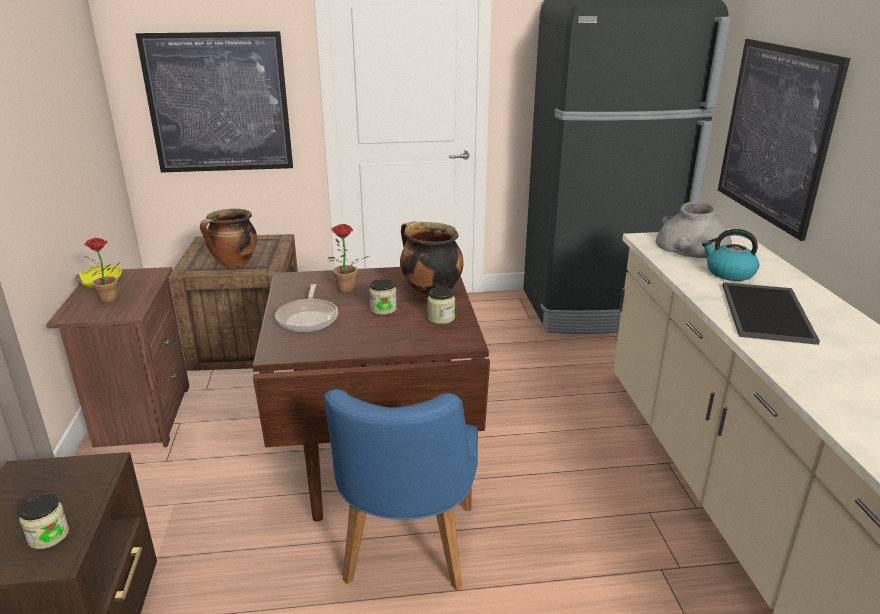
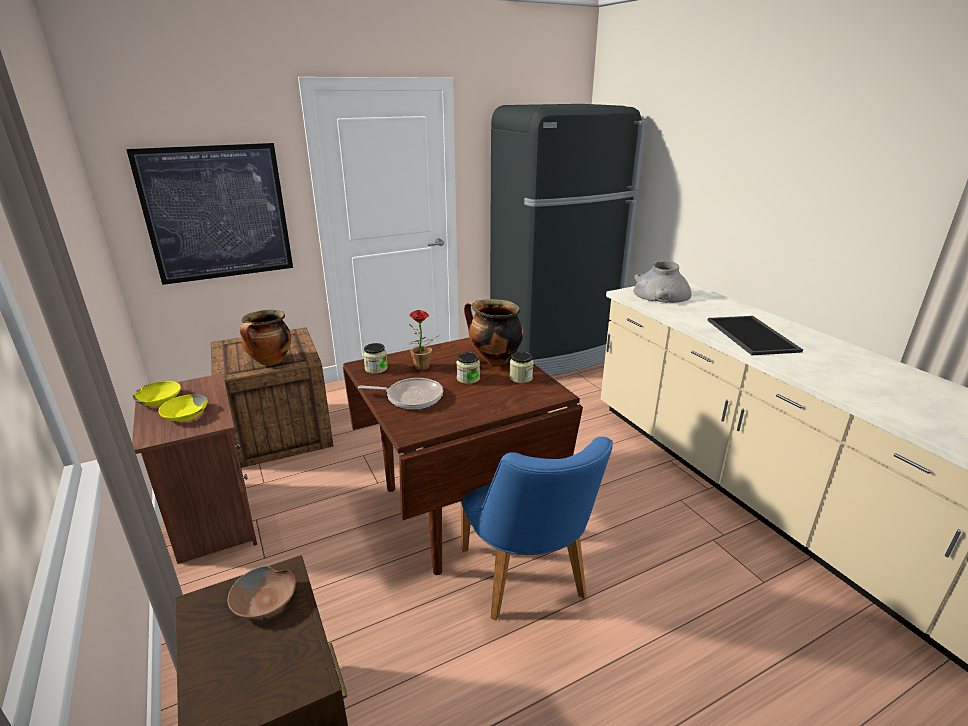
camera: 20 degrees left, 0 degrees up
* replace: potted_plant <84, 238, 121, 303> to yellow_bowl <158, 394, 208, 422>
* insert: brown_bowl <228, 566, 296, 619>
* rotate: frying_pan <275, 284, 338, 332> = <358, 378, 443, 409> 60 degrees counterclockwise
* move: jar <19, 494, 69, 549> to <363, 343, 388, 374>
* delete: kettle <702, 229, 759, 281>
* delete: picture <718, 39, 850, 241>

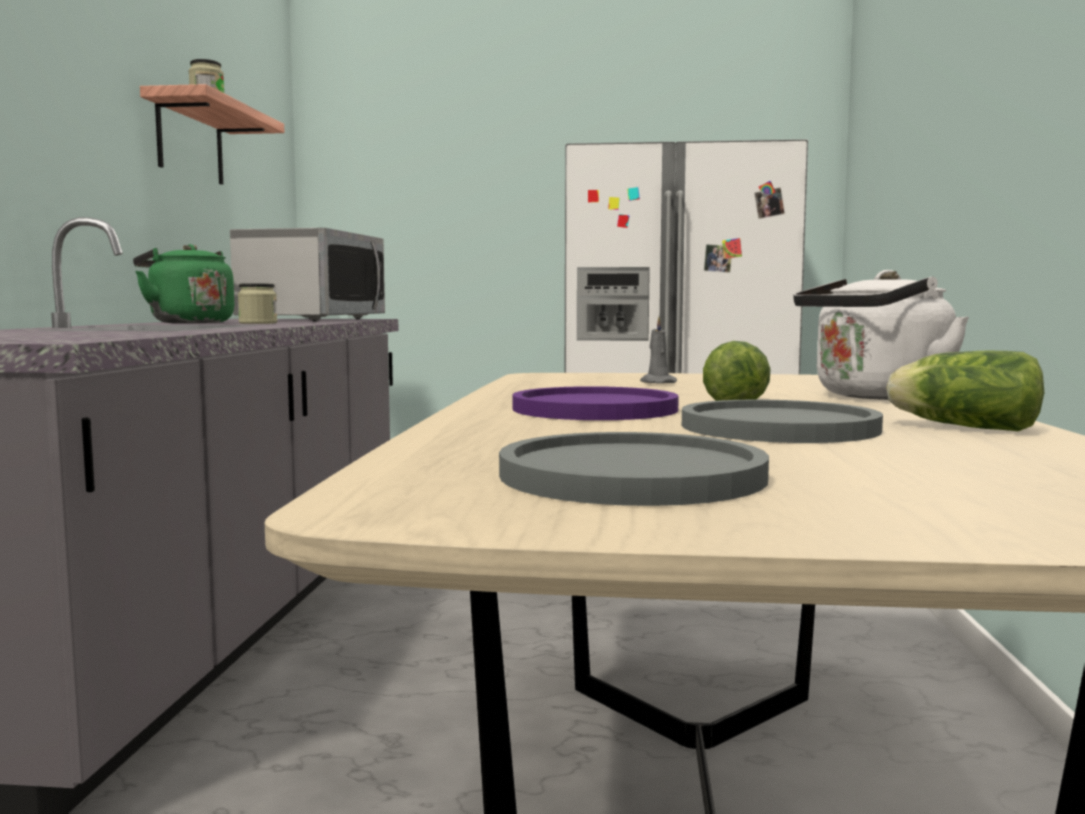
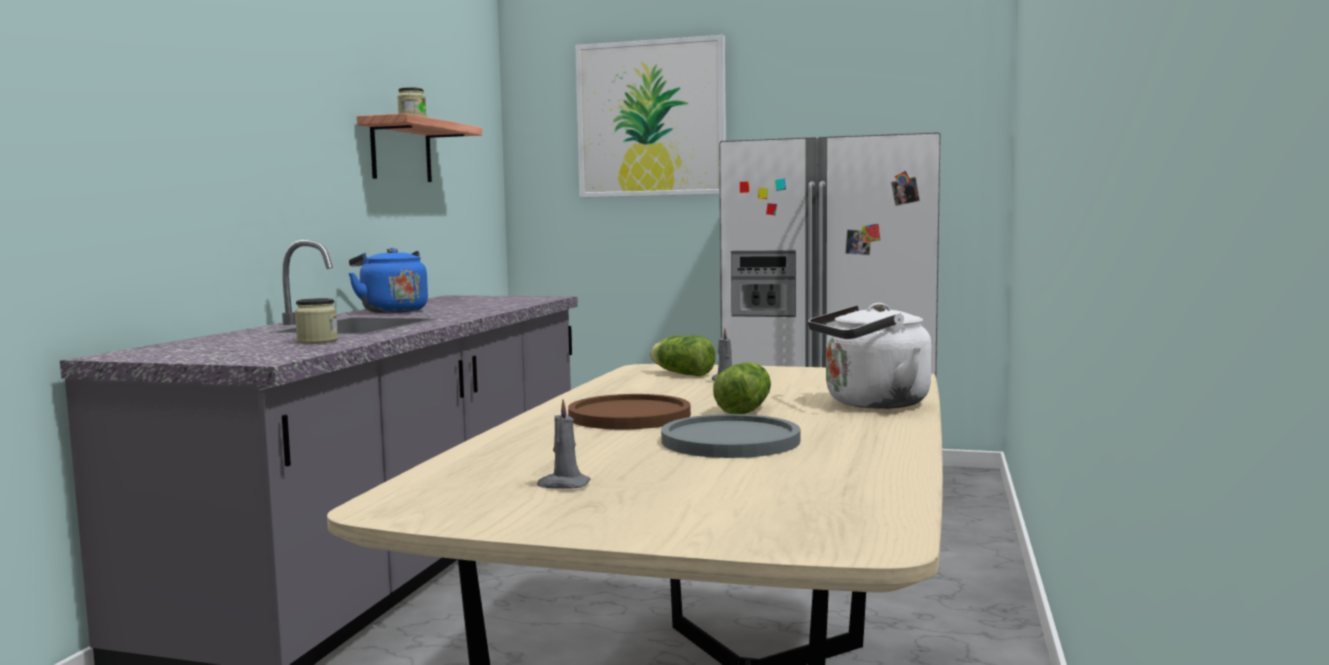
camera: 10 degrees right, 0 degrees up
* move: jar <238, 283, 277, 324> to <295, 298, 338, 344>
* recolor: green_kettle <133, 244, 234, 323> to blue_kettle <348, 248, 428, 313>
* replace: grey_plate <499, 432, 769, 506> to grey_candle <537, 399, 591, 489>
* recolor: purple_plate <512, 386, 679, 420> to brown_plate <568, 394, 691, 429>
* insert: picture <575, 35, 726, 197>
* move: lettuce <886, 350, 1044, 431> to <650, 336, 716, 376>
* delete: microwave <230, 228, 385, 322>

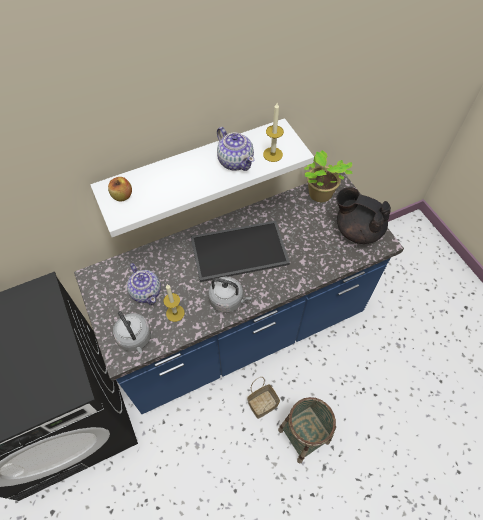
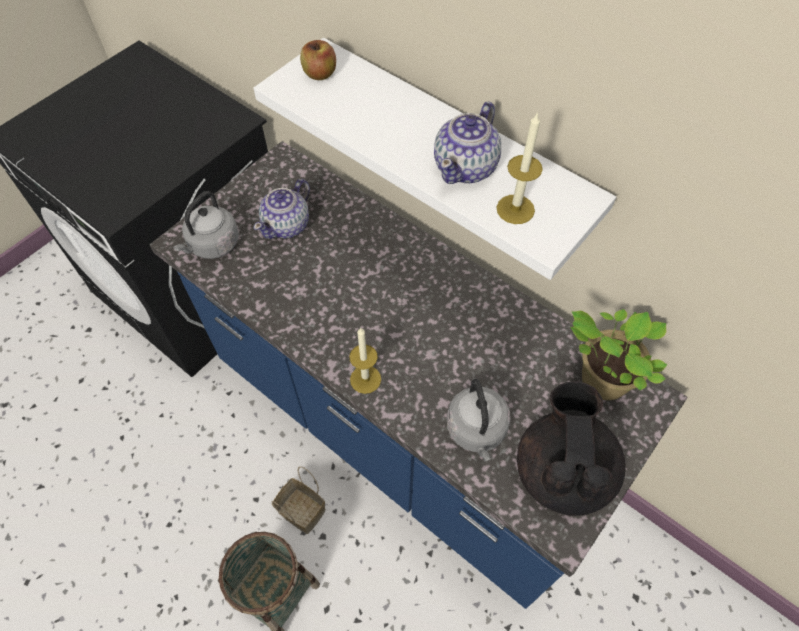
camera: 65 degrees right, 0 degrees up
* move: candle <164, 285, 185, 322> to <349, 328, 381, 394>
* move: grey_kettle <208, 276, 252, 313> to <447, 379, 511, 461>
* delete: tray <191, 221, 290, 282>

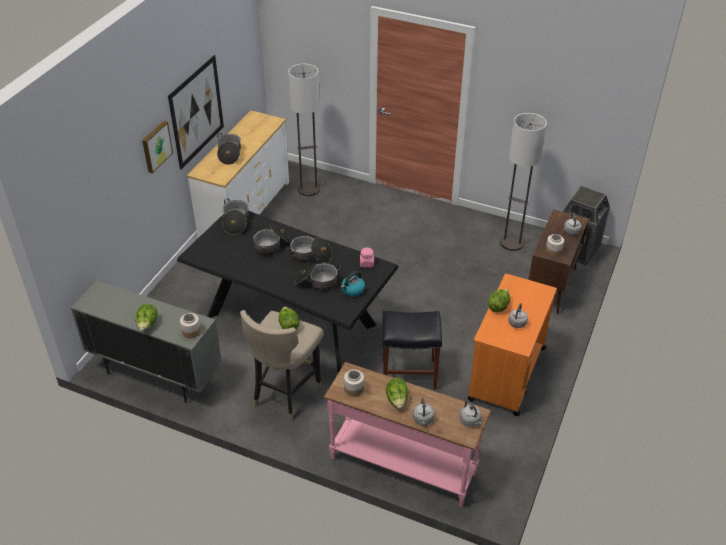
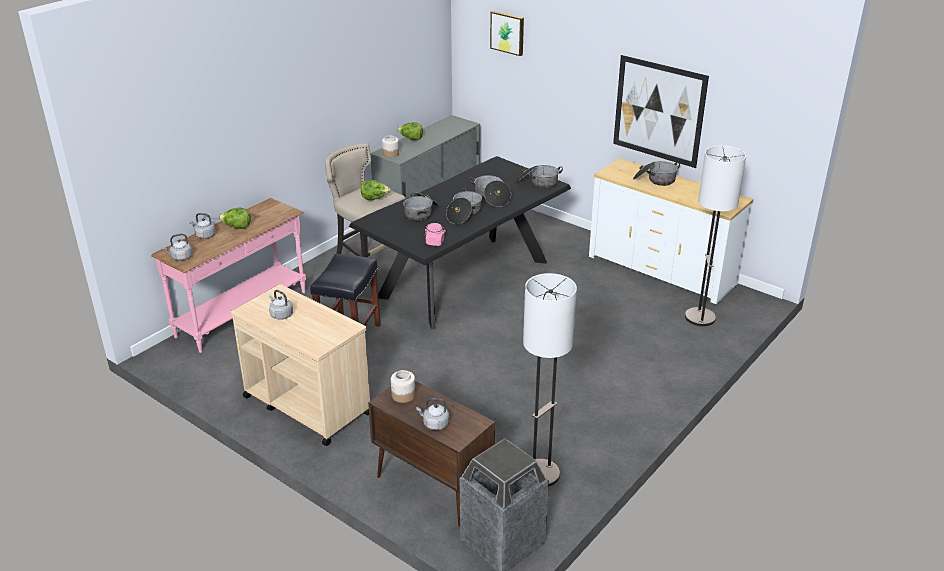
camera: 105 degrees right, 10 degrees down
* recolor: orange_cart <467, 274, 557, 416> to beige_cart <231, 284, 370, 446>
* move: picture <142, 121, 173, 173> to <490, 11, 524, 56>
* delete: kettle <341, 271, 365, 297>
* delete: jar <344, 369, 364, 397>
* delete: lettuce <488, 289, 510, 312>

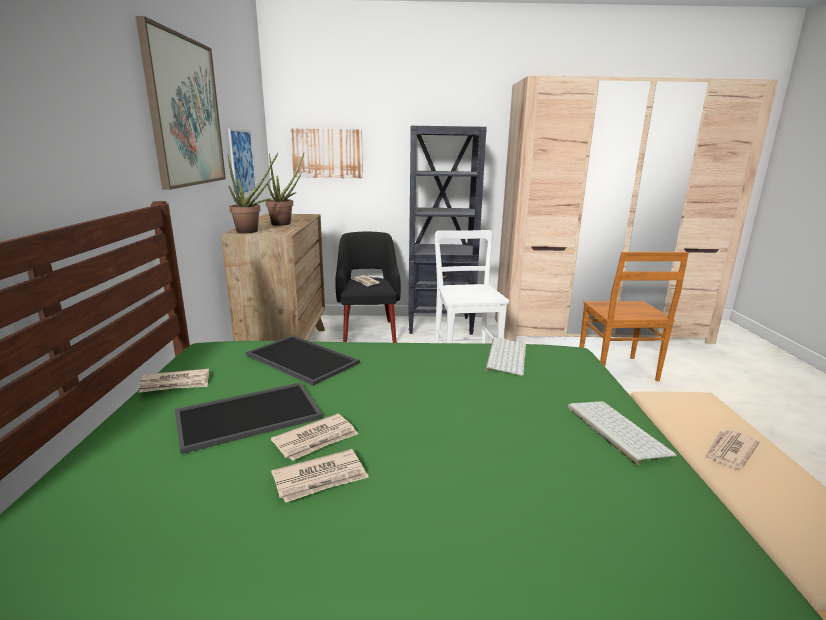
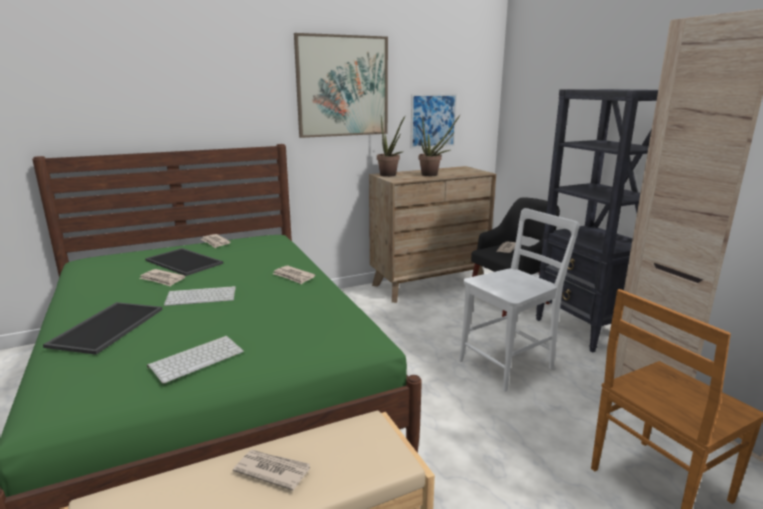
camera: 65 degrees right, 0 degrees up
* move: tray <246, 335, 360, 386> to <43, 302, 163, 355>
* move: keyboard <485, 337, 526, 376> to <164, 286, 236, 306>
* move: newspaper <271, 449, 369, 503> to <273, 265, 315, 284>
* delete: picture <290, 128, 363, 178>

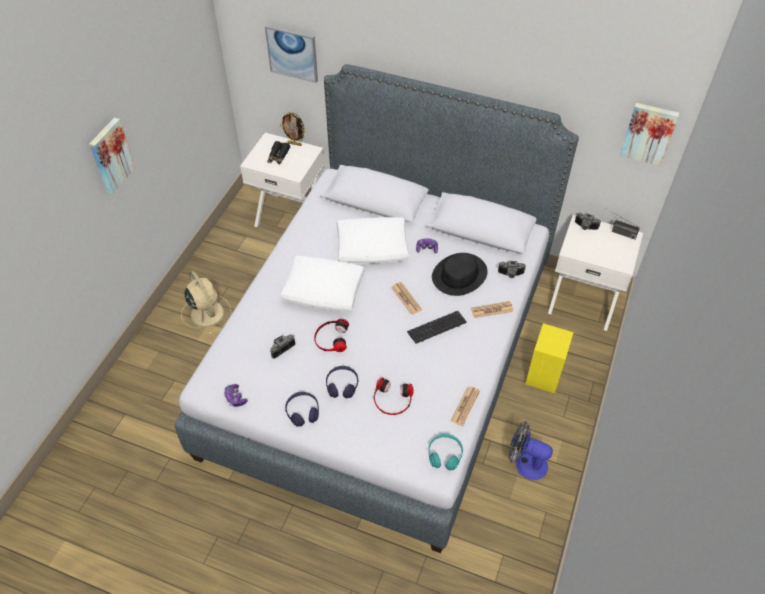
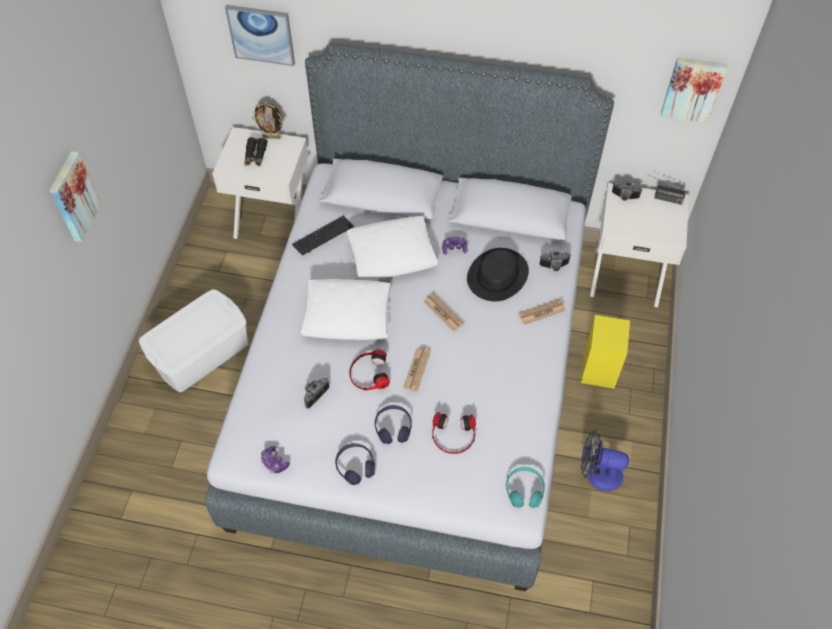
camera: 10 degrees left, 5 degrees up
* replace: beige_fan <181, 271, 232, 335> to white_storage_box <139, 289, 248, 393>
* move: keyboard <407, 311, 467, 343> to <292, 216, 353, 256>
* move: newspaper <451, 387, 480, 426> to <403, 348, 431, 391>

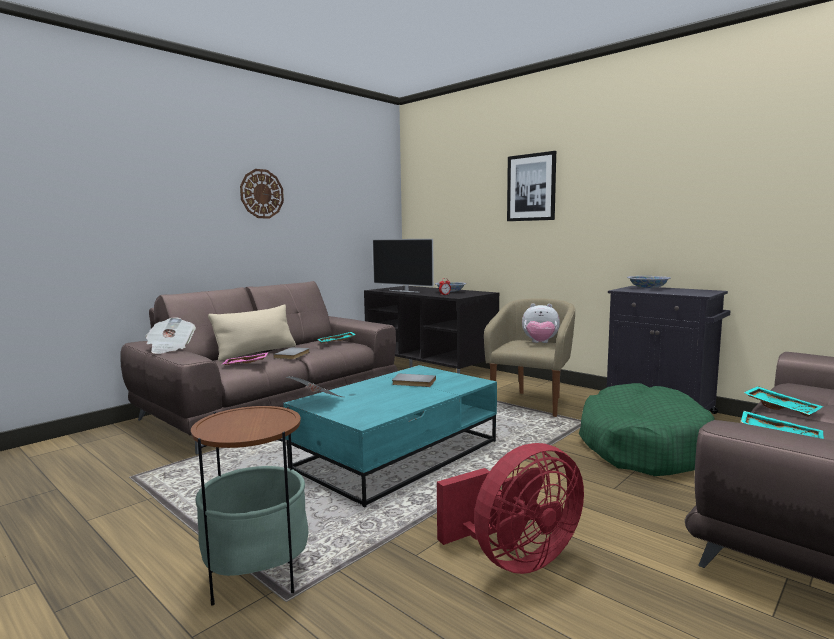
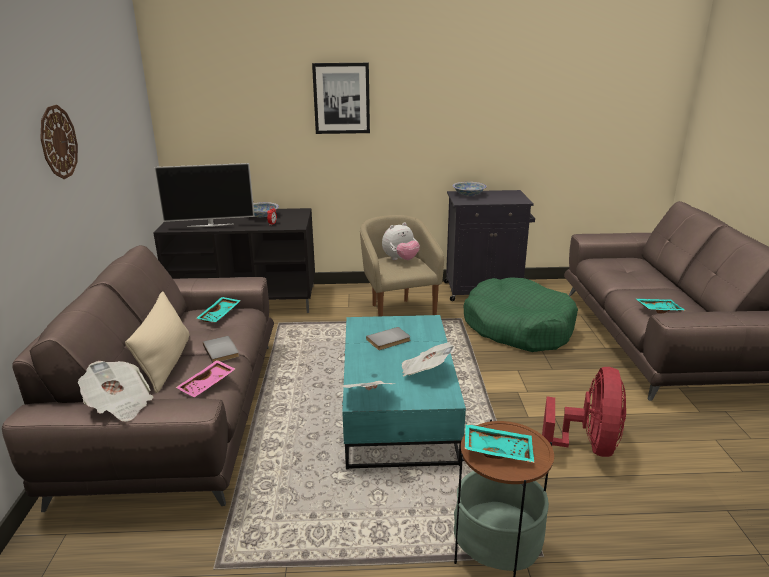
camera: 45 degrees left, 15 degrees up
* insert: newspaper <402, 342, 455, 376>
* move: turquoise_tray <743, 386, 823, 417> to <465, 424, 534, 463>

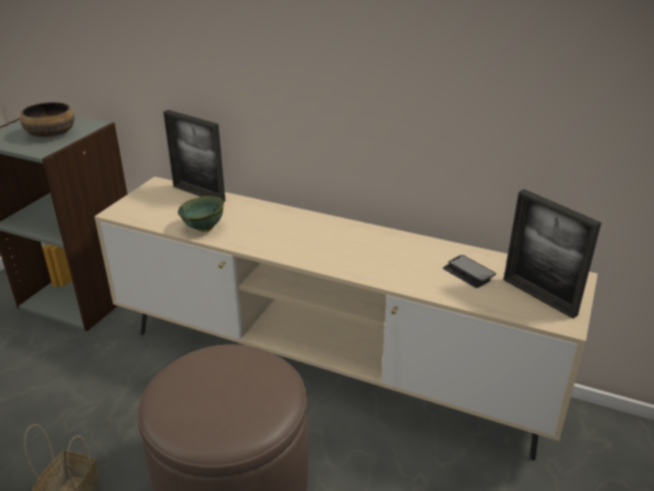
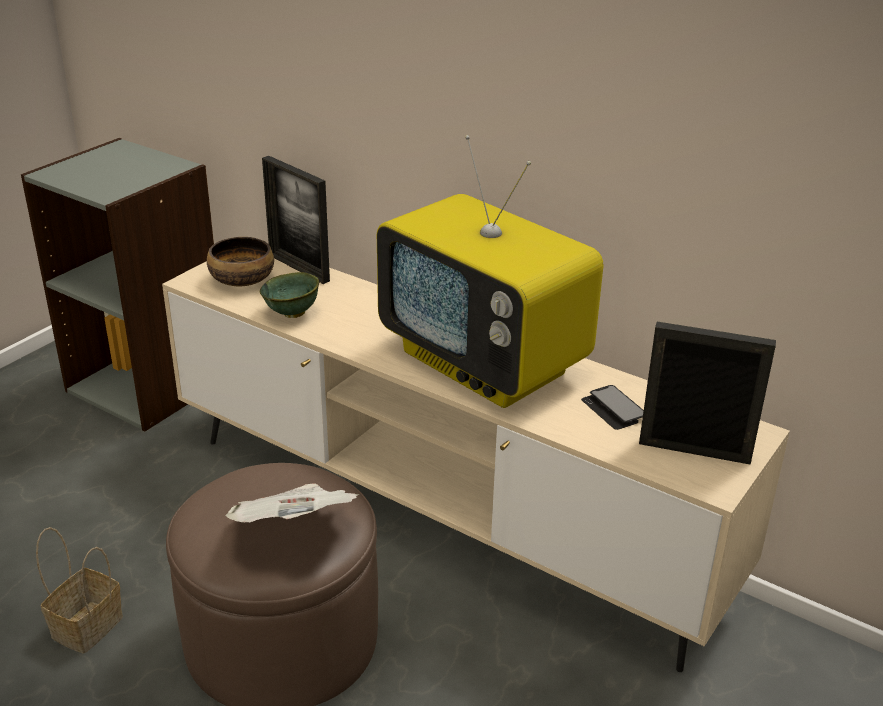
camera: 10 degrees right, 0 degrees up
* move: bowl <20, 102, 74, 138> to <207, 237, 274, 286>
* insert: newspaper <226, 483, 359, 522>
* insert: television <377, 135, 603, 408>
* rotate: picture_frame <503, 189, 602, 319> = <639, 322, 776, 465> 135 degrees clockwise

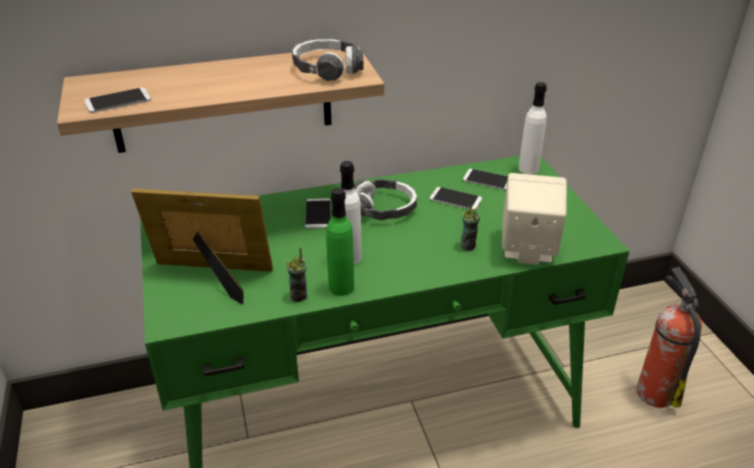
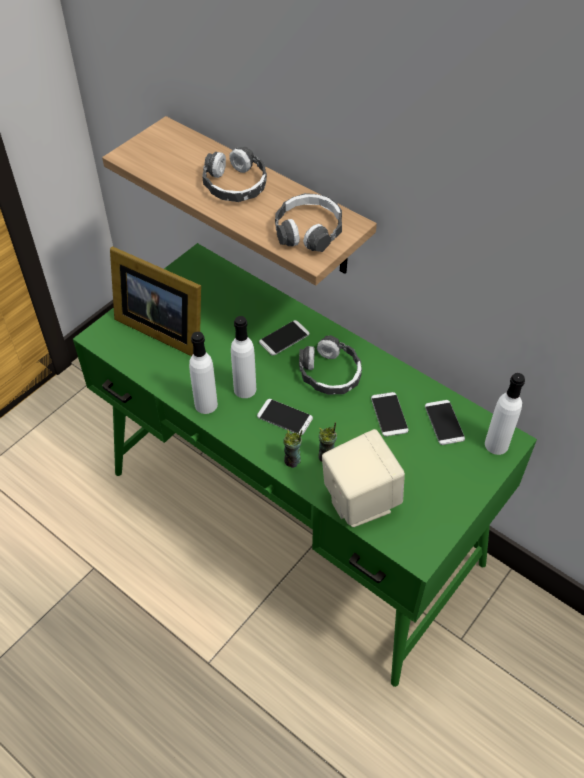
camera: 55 degrees right, 15 degrees up
* rotate: picture_frame <131, 188, 273, 304> = <110, 246, 201, 356> 150 degrees clockwise
* recolor: green_bottle <326, 188, 354, 296> to white_bottle <189, 332, 218, 414>
* insert: headphones <202, 147, 267, 202>
* move: phone <84, 88, 151, 113> to <257, 399, 313, 435>
* move: cup <285, 248, 307, 302> to <283, 430, 303, 468>
* delete: fire_extinguisher <636, 268, 702, 408>

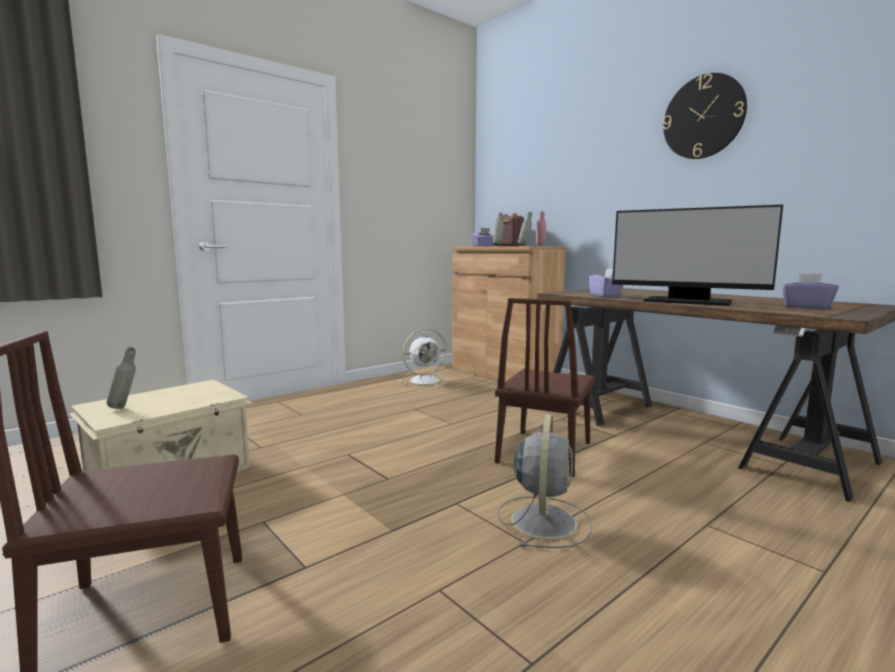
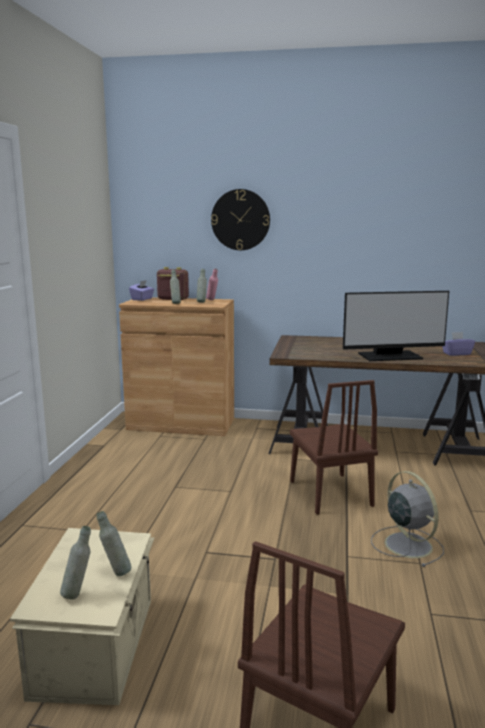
camera: 40 degrees left, 5 degrees up
* insert: grey_bottle <97, 511, 131, 576>
* move: wall_clock <663, 73, 747, 159> to <211, 189, 270, 250>
* delete: white_fan <399, 328, 449, 387>
* delete: purple_tissue_box <588, 269, 624, 297>

